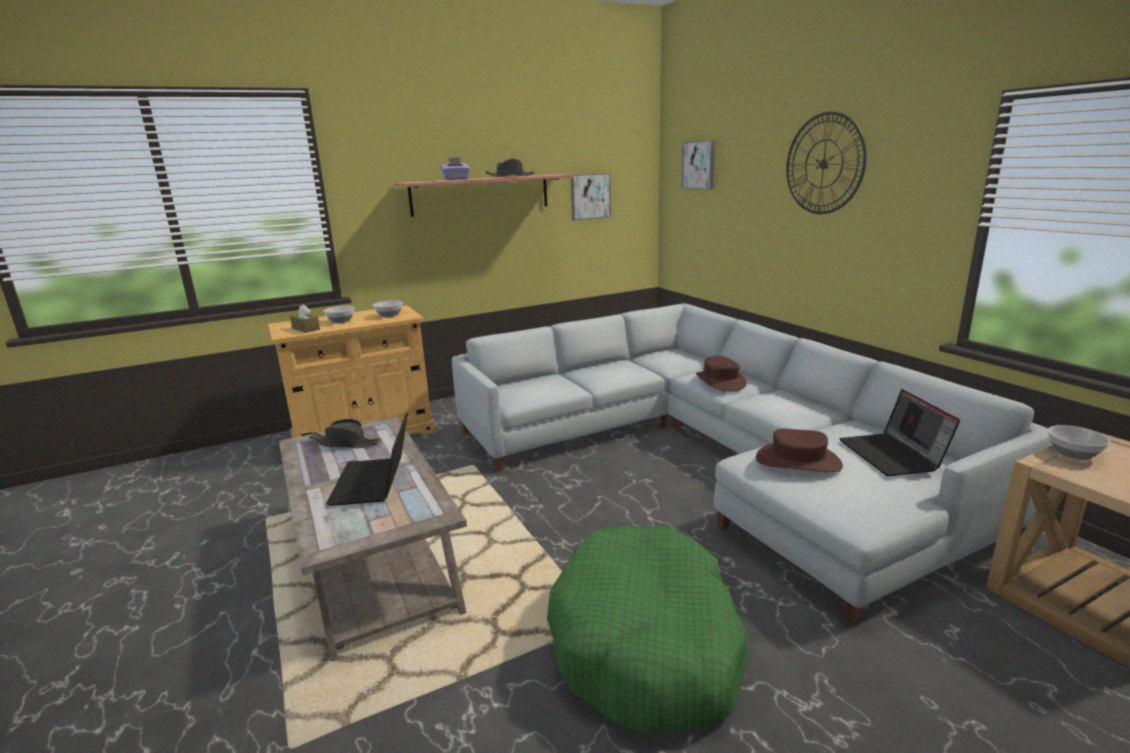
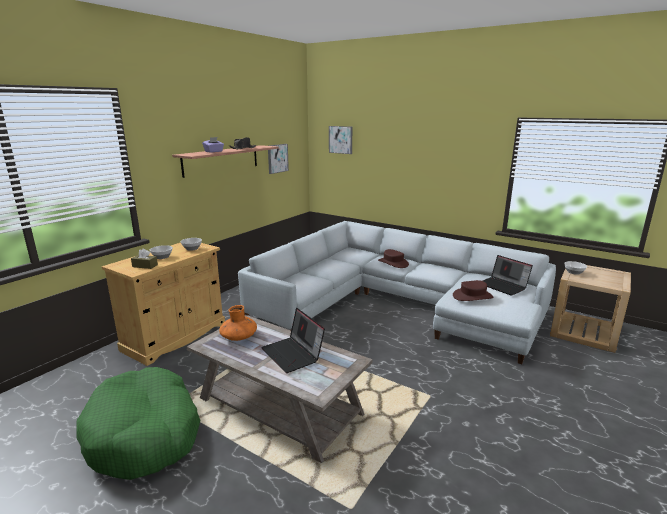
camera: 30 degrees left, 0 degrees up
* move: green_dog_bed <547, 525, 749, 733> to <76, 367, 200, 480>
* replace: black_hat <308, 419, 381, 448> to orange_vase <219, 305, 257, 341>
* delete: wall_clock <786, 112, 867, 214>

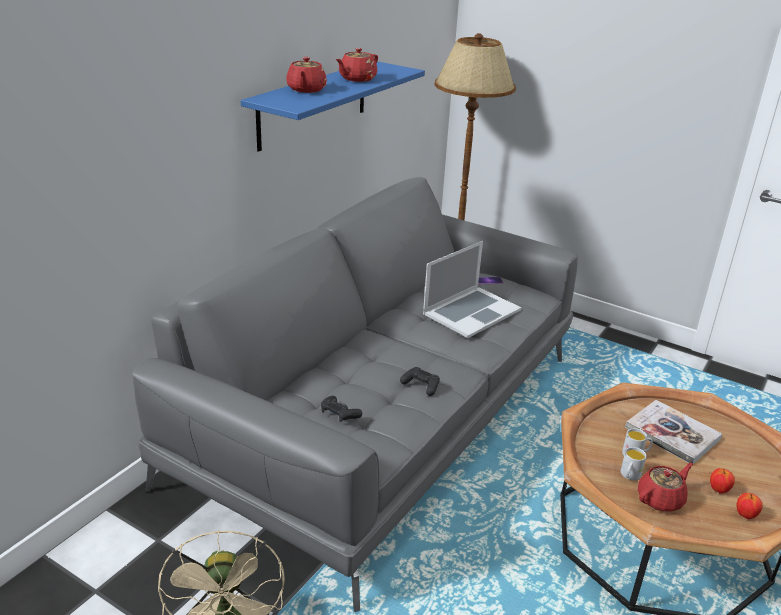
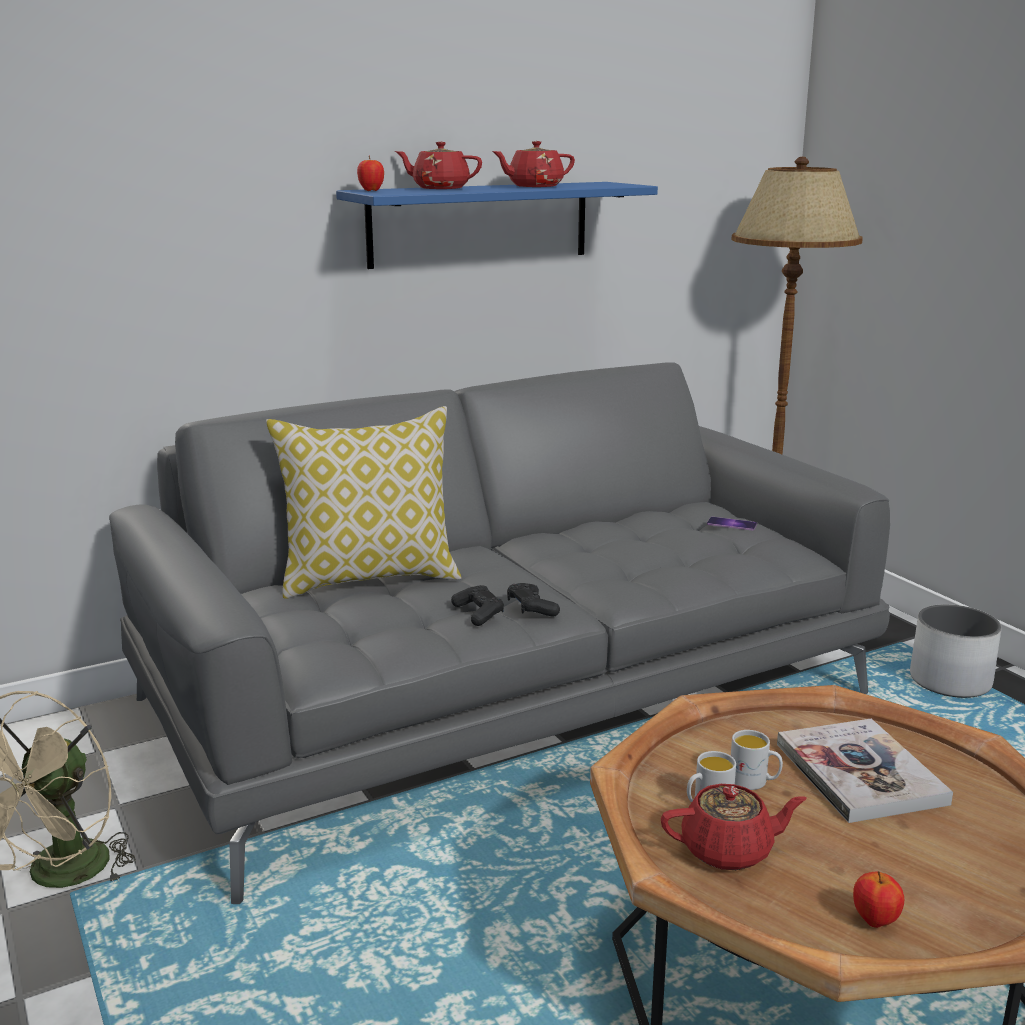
camera: 30 degrees right, 10 degrees down
* insert: pillow <266, 406, 462, 599>
* move: apple <710, 468, 735, 494> to <357, 156, 384, 191>
* rotate: red_teapot <286, 57, 327, 93> = <395, 142, 482, 189> 75 degrees clockwise
* move: black_game_controller <321, 396, 362, 422> to <507, 583, 560, 617>
* insert: white_planter <910, 604, 1002, 698>
* delete: laptop <423, 241, 522, 338>

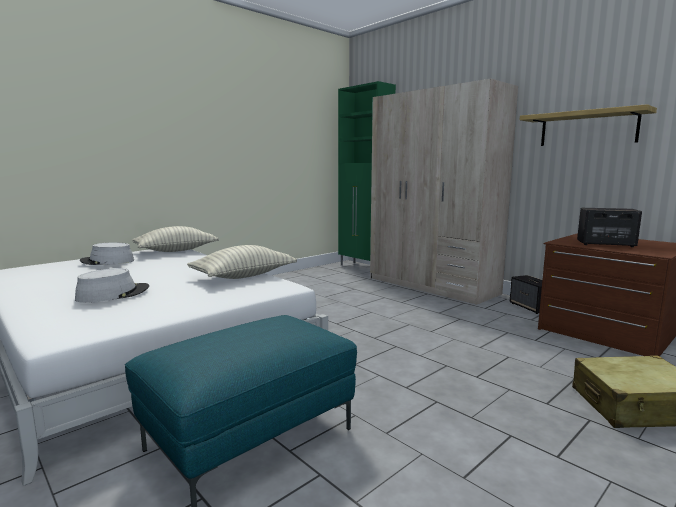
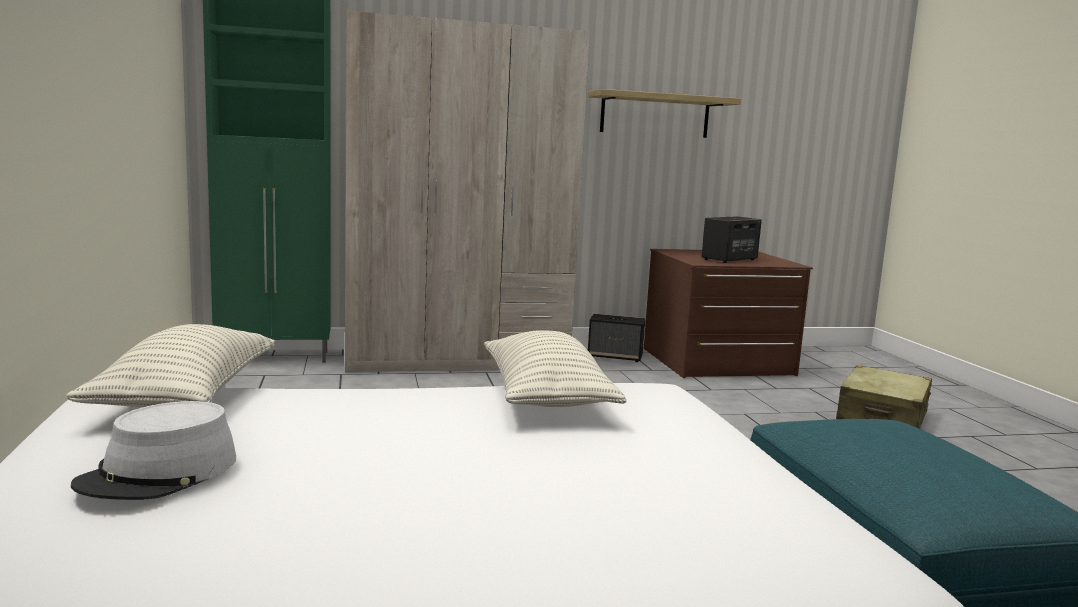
camera: 60 degrees left, 0 degrees up
* delete: grey_hat <75, 268, 149, 303>

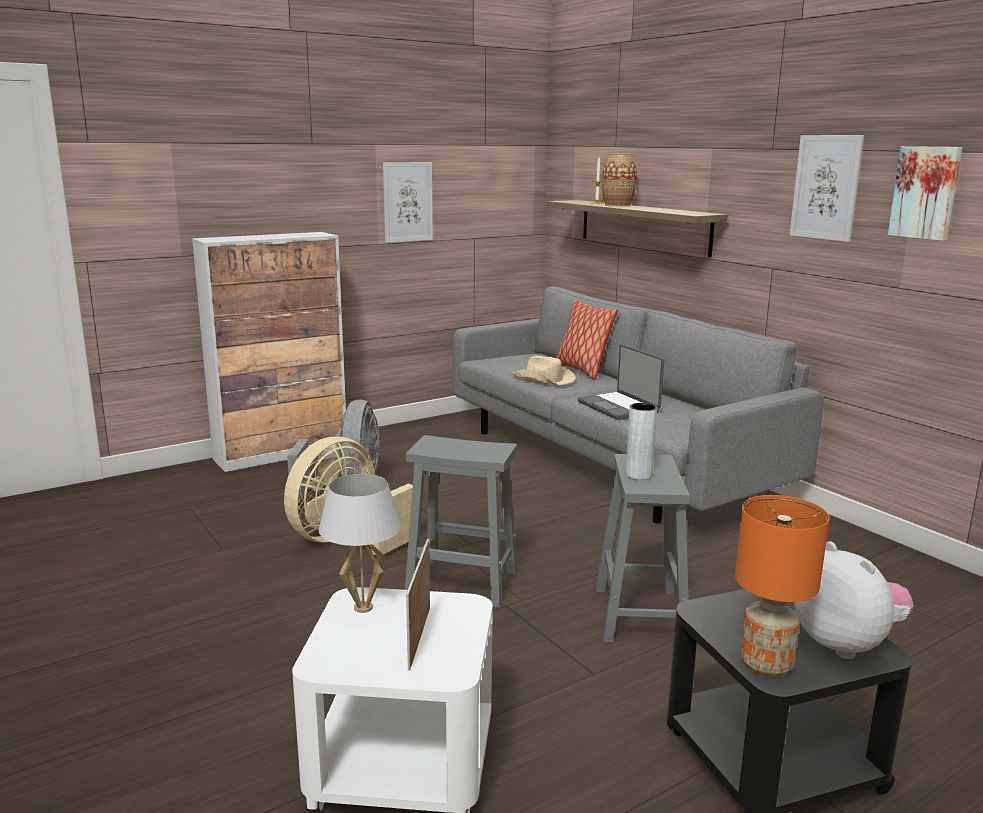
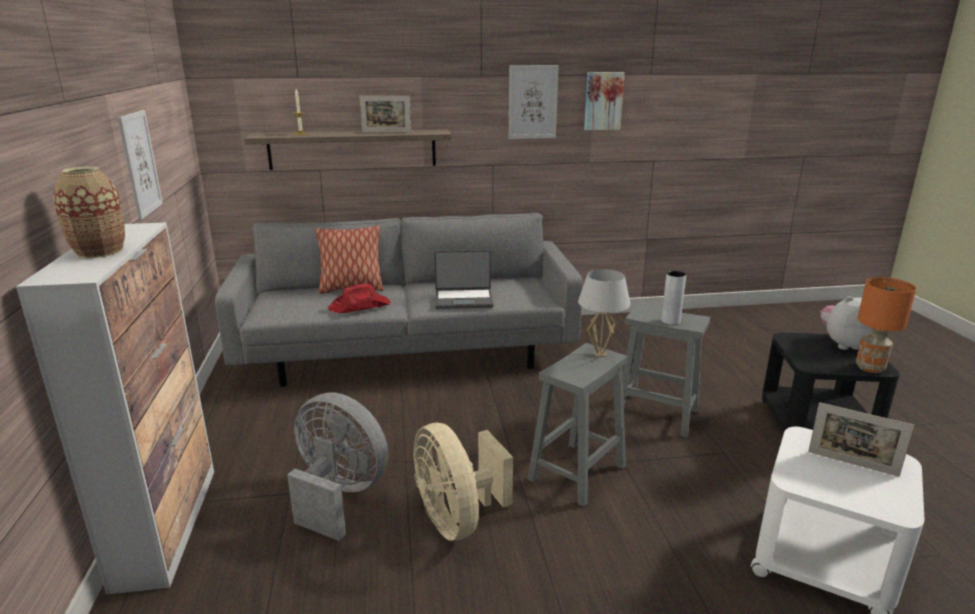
camera: 65 degrees left, 5 degrees up
* move: vase <602, 153, 637, 207> to <54, 166, 125, 258>
* recolor: beige_hat <511, 356, 576, 385> to red_hat <328, 284, 390, 313>
* insert: picture_frame <360, 95, 411, 132>
* move: white_table_lamp <319, 474, 401, 613> to <578, 269, 630, 357>

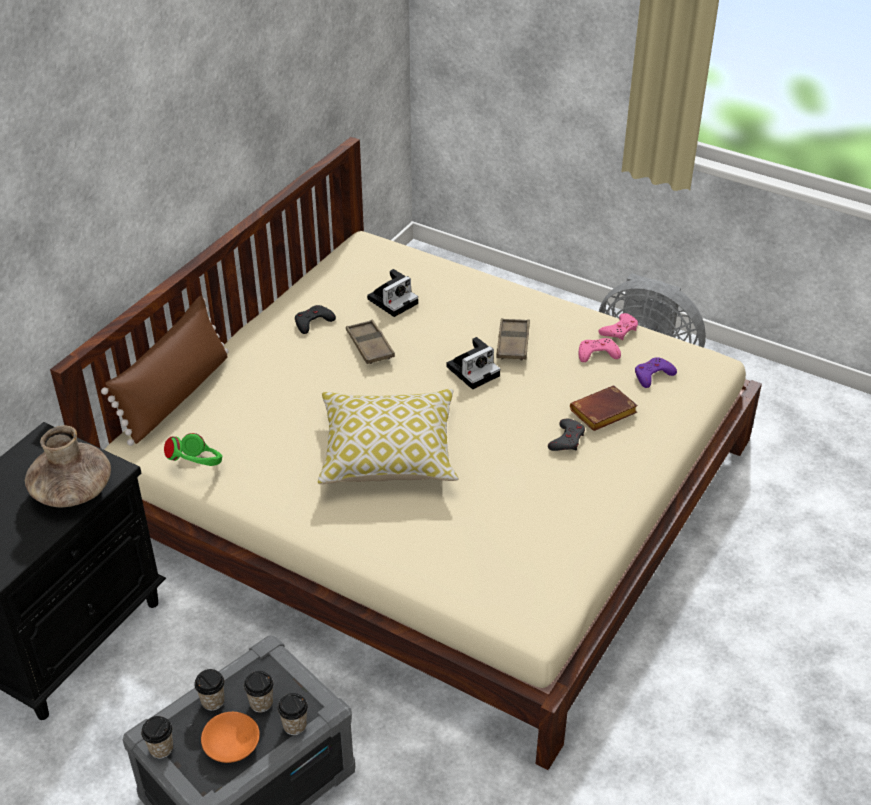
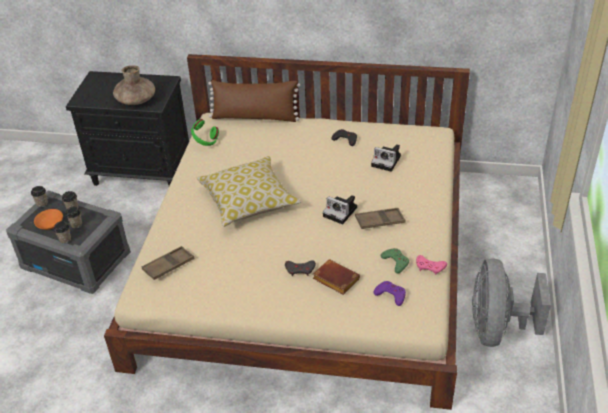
camera: 70 degrees right, 0 degrees up
* move: brown_tray <346, 320, 395, 364> to <142, 246, 194, 280>
* recolor: pink_game_controller <579, 338, 621, 362> to green_game_controller <381, 248, 409, 274>

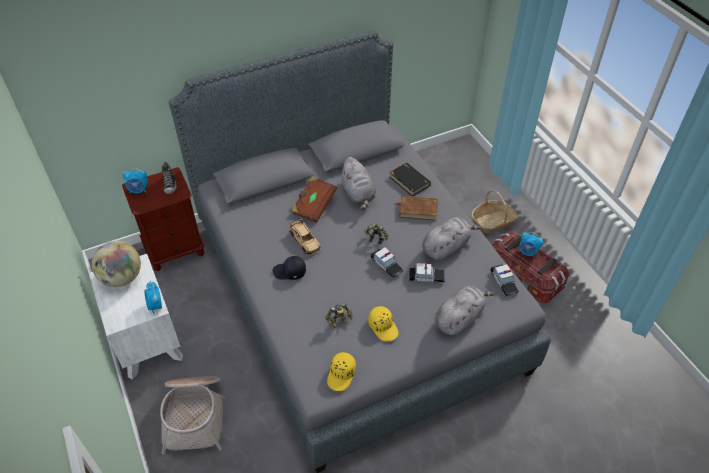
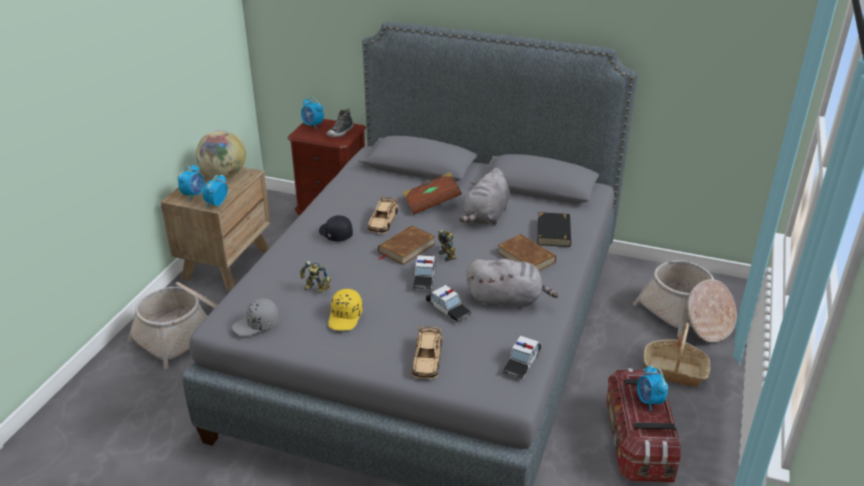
camera: 45 degrees right, 15 degrees down
* recolor: white_nightstand <89, 254, 183, 380> to brown_nightstand <160, 167, 271, 292>
* insert: alarm_clock <178, 165, 205, 201>
* recolor: yellow_cap <327, 352, 356, 391> to grey_cap <232, 298, 279, 337>
* insert: brown_book <378, 225, 436, 265>
* replace: grey_plush_toy <435, 286, 494, 335> to beige_toy_car <411, 324, 443, 379>
* insert: basket <633, 260, 737, 343>

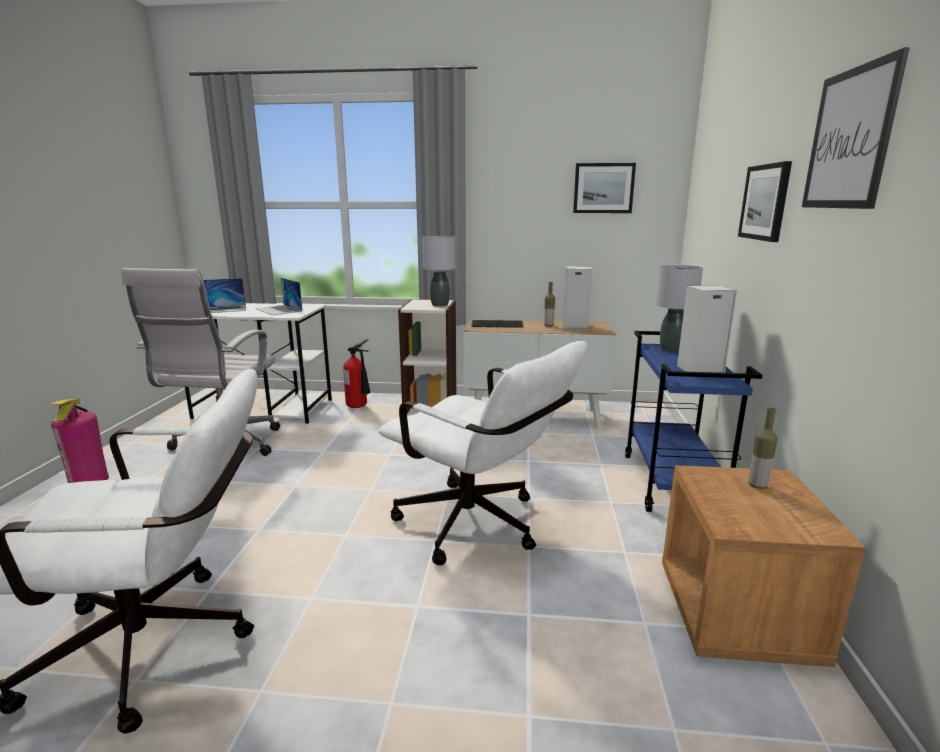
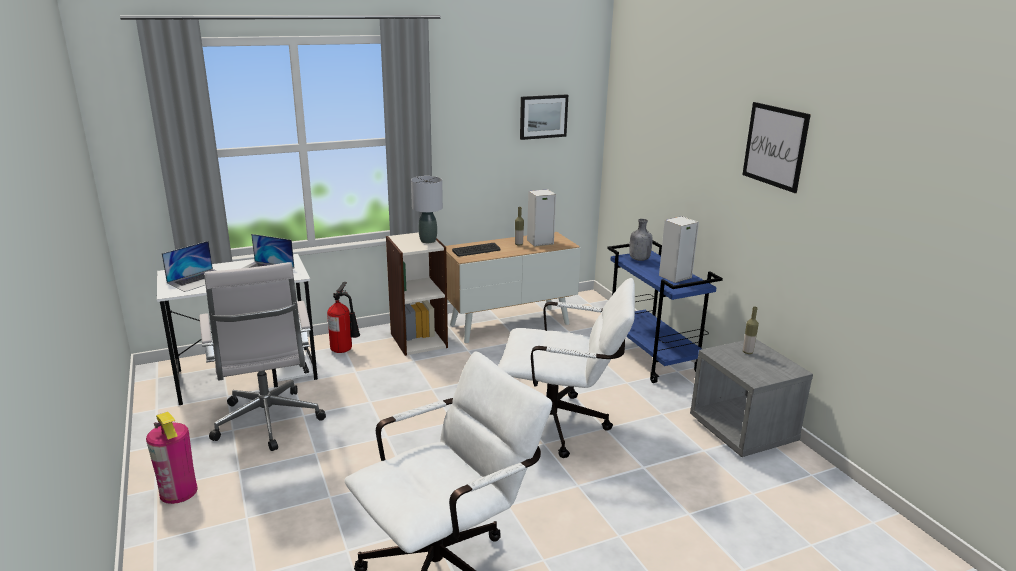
camera: 30 degrees left, 5 degrees up
* replace: grey_table_lamp <655, 265, 703, 352> to grey_bottle <629, 219, 653, 261>
* recolor: brown_nightstand <662, 465, 866, 667> to grey_nightstand <690, 339, 813, 457>
* delete: picture <738, 161, 792, 242>

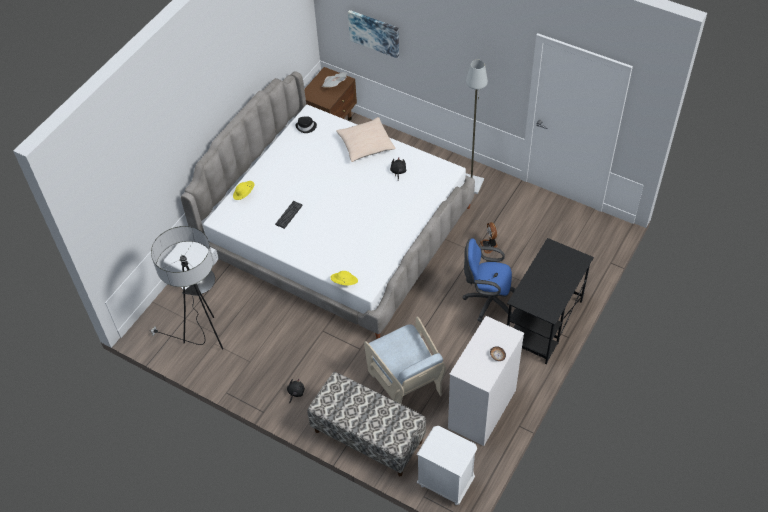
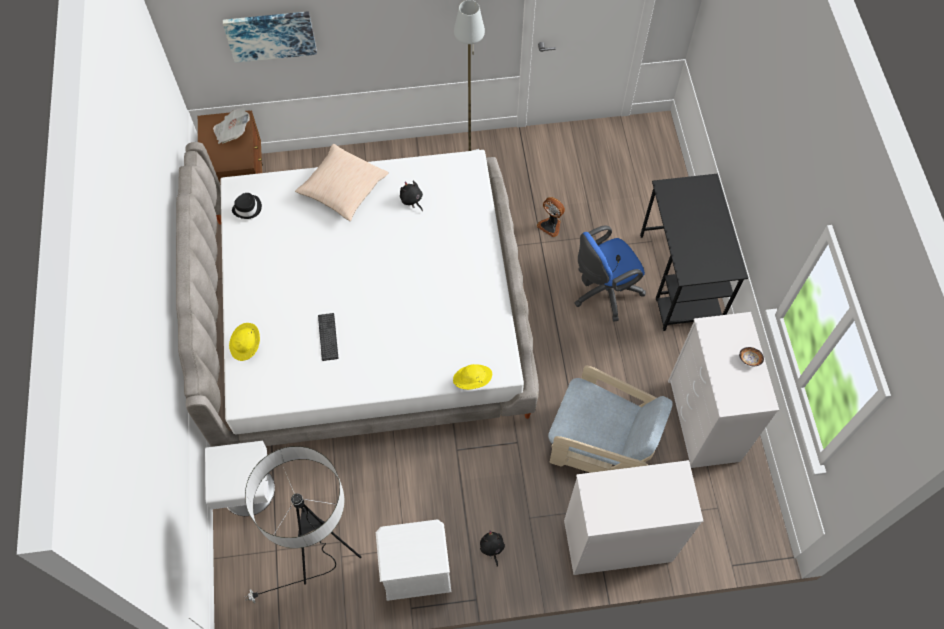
camera: 40 degrees left, 10 degrees up
* move: white_nightstand <417, 426, 477, 505> to <376, 519, 451, 601>
* replace: bench <307, 372, 426, 476> to white_dresser <564, 460, 703, 575>

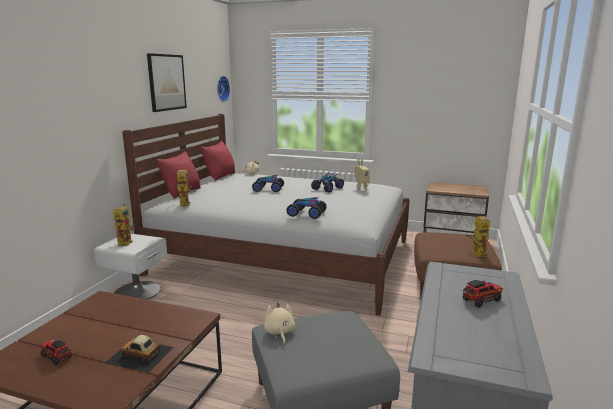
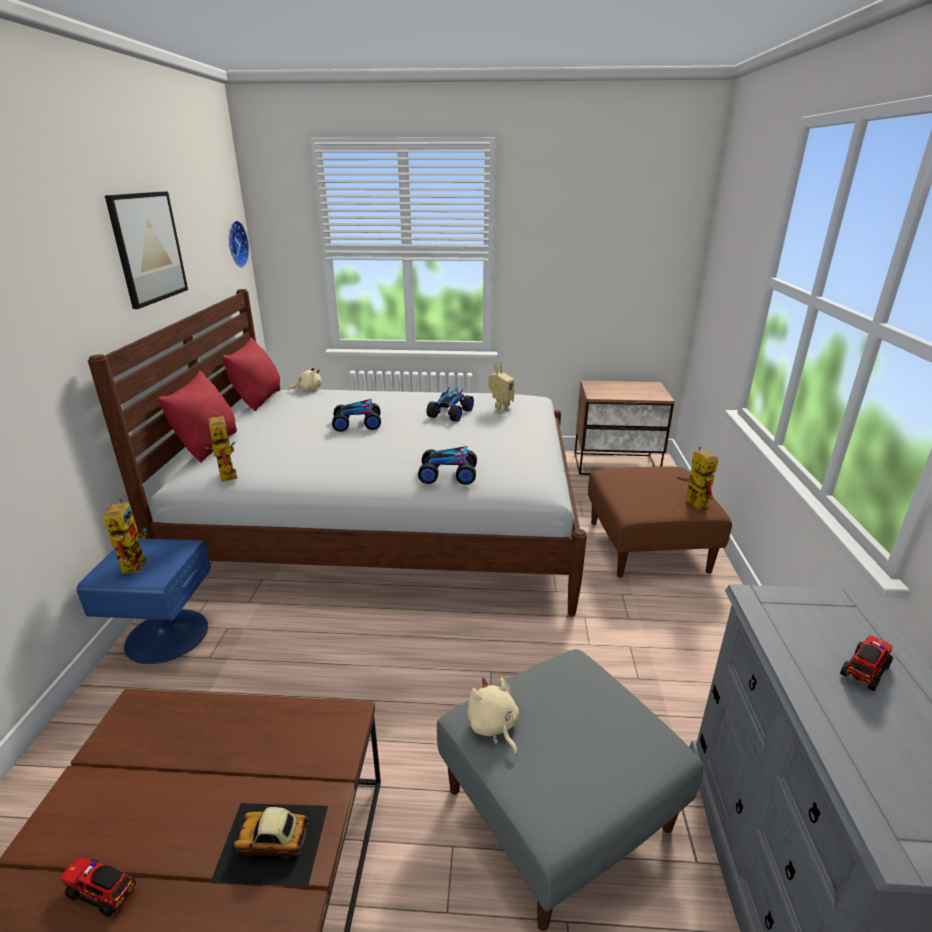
camera: 15 degrees left, 10 degrees up
* recolor: white_nightstand <94, 233, 167, 300> to blue_nightstand <77, 538, 211, 664>

